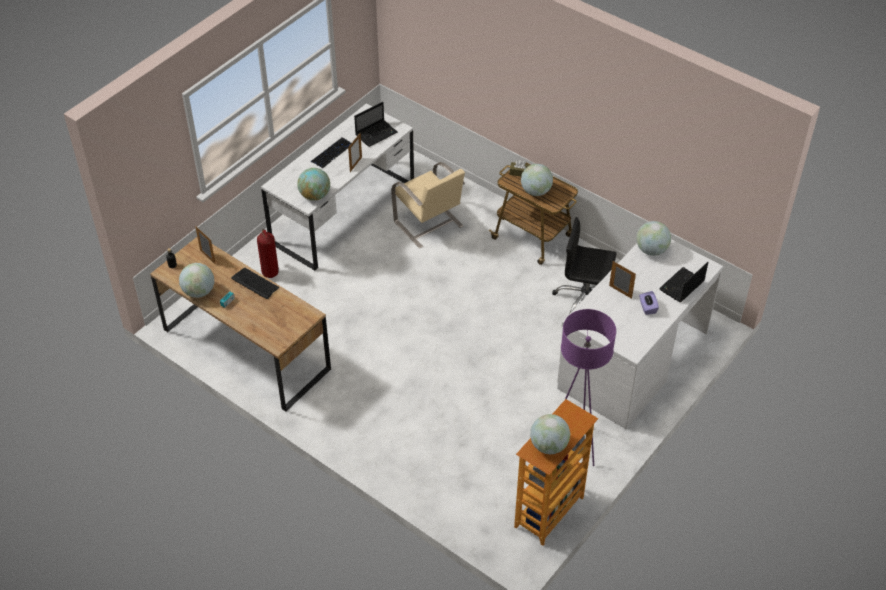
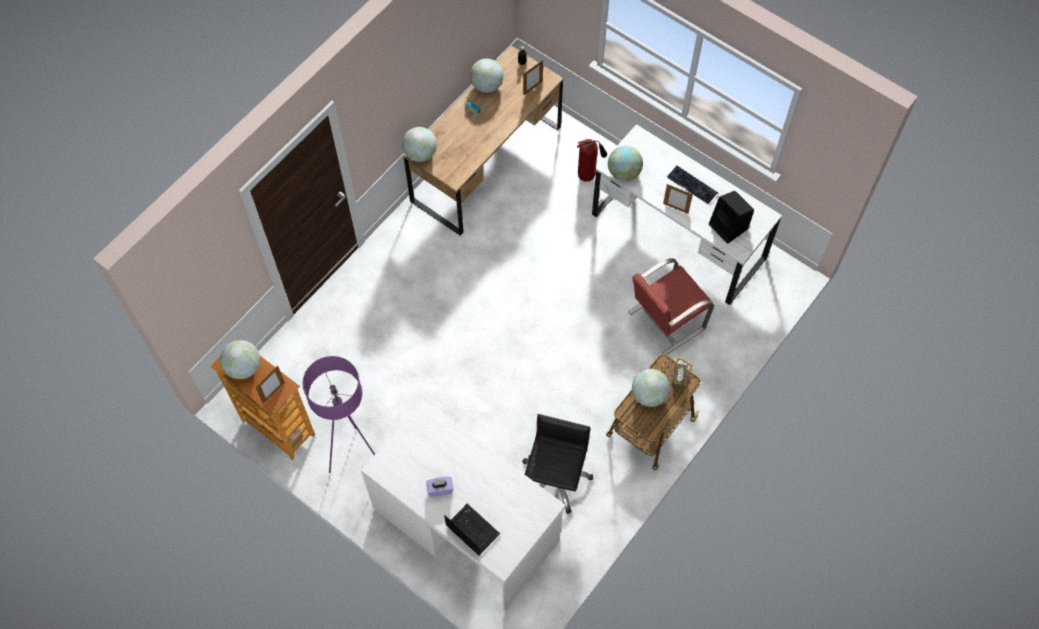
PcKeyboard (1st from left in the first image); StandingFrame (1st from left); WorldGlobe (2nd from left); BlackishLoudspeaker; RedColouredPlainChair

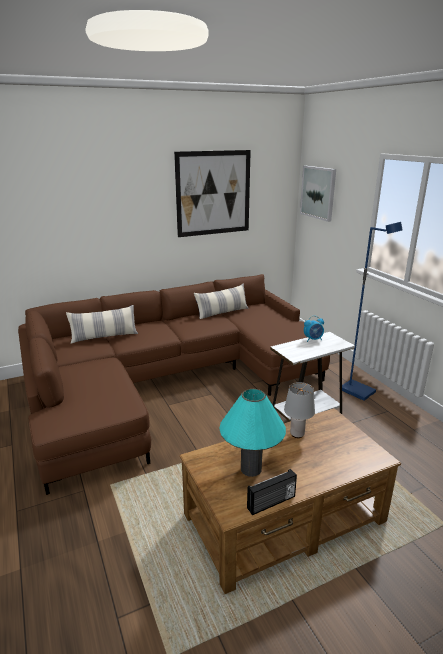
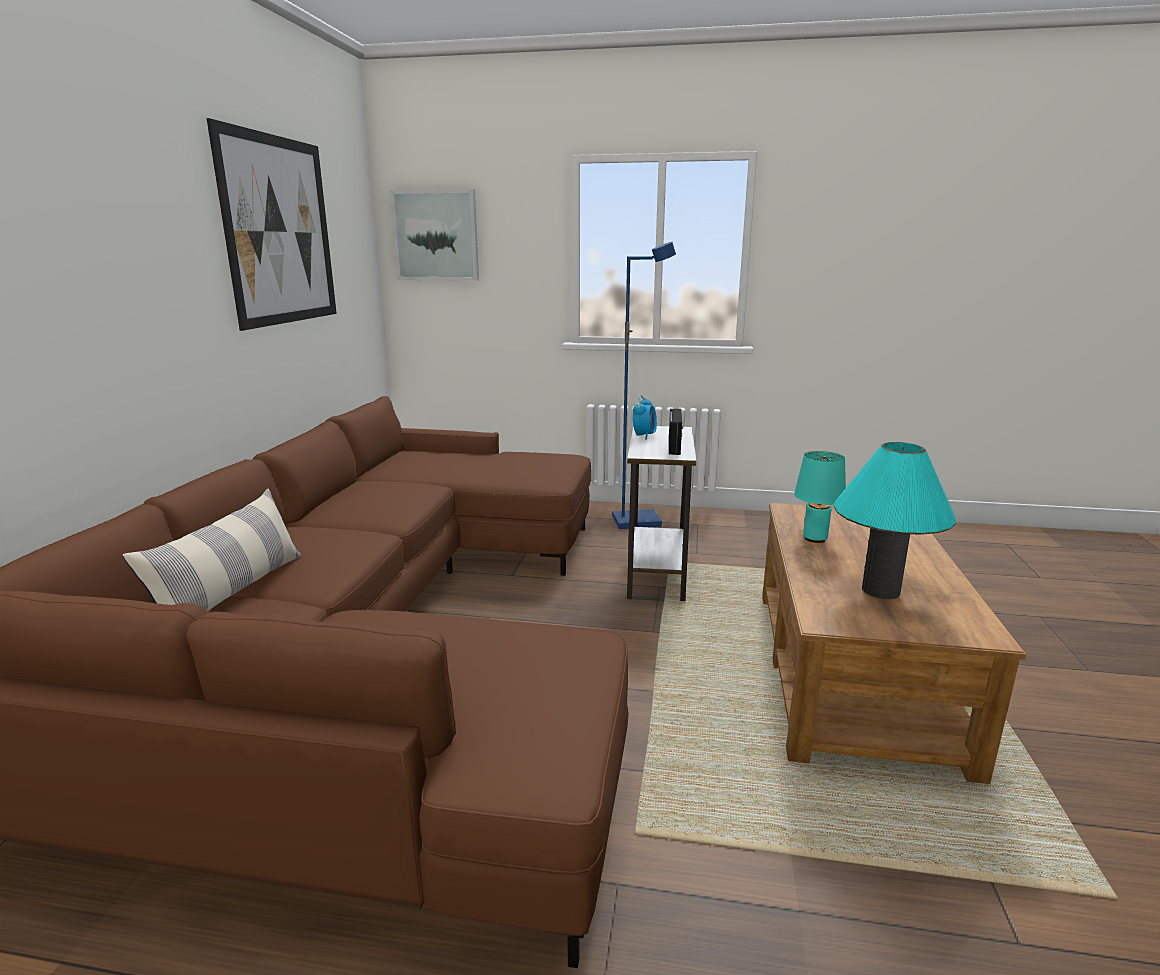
Pillow (2nd from left in the first image); RadioSet; TurquoiseTableLamp (1st from left)

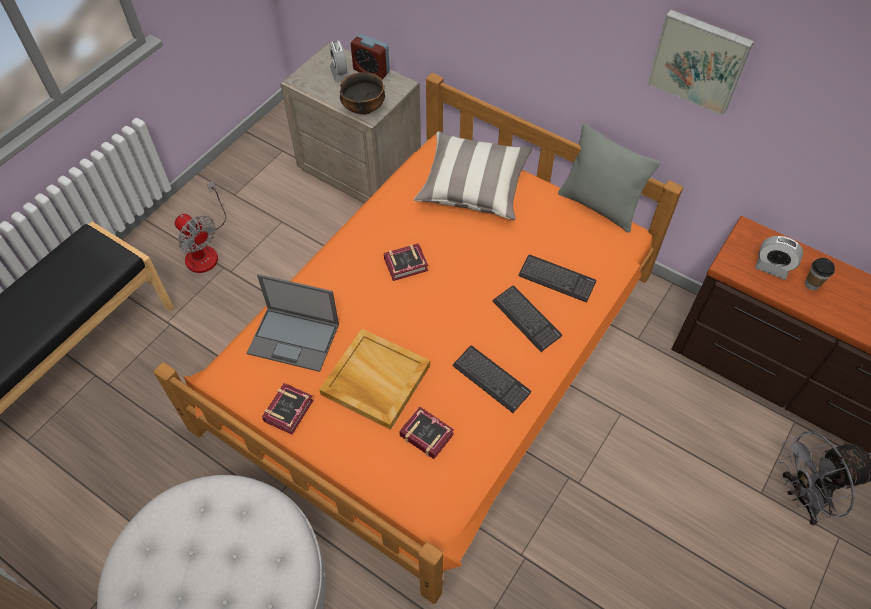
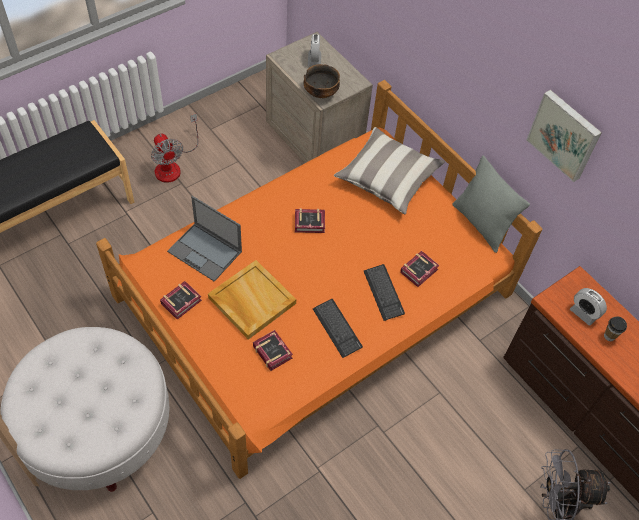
TableClock (2nd from left in the first image); Book (4th from left)

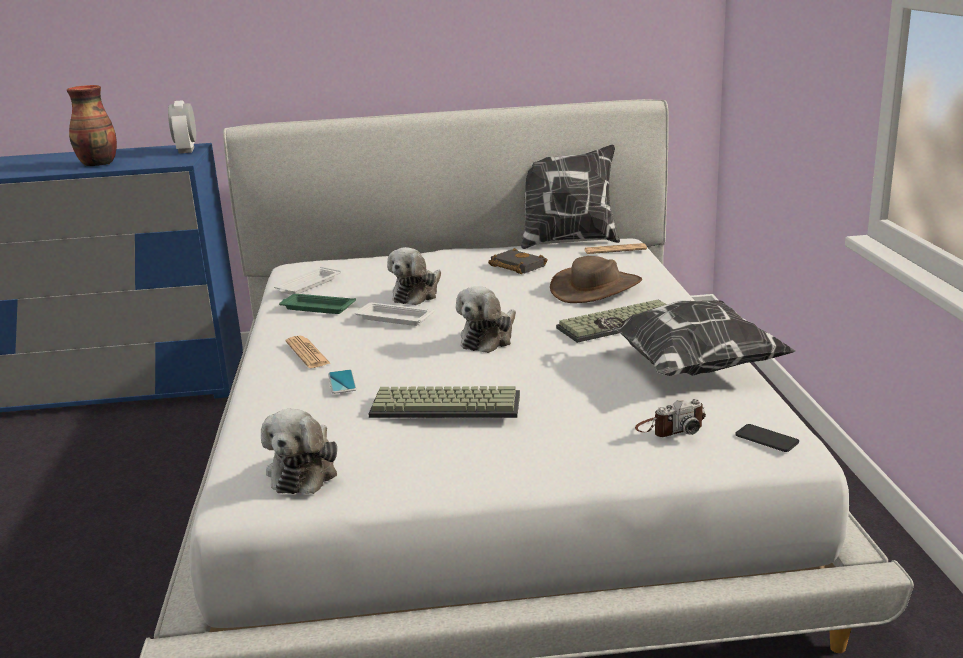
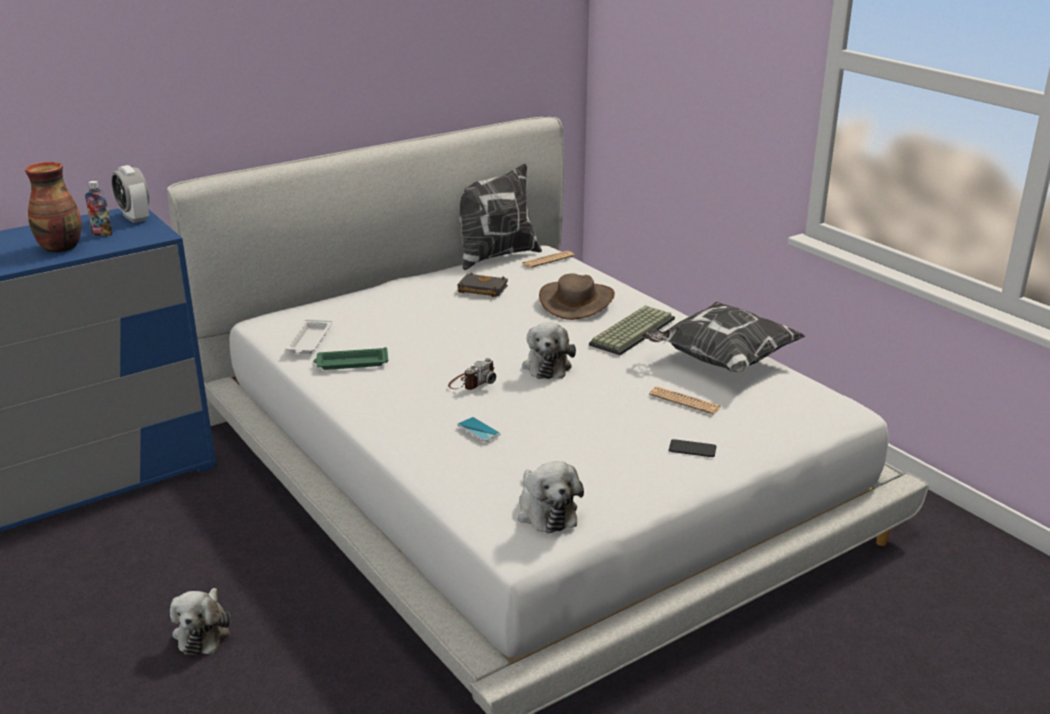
WhiteServingTray (2nd from left in the first image); PcKeyboard (1st from left in the first image); DrinkBottle; Newspaper (2nd from left); PlushToy (1st from left); StillCamera; Handset (2nd from left)

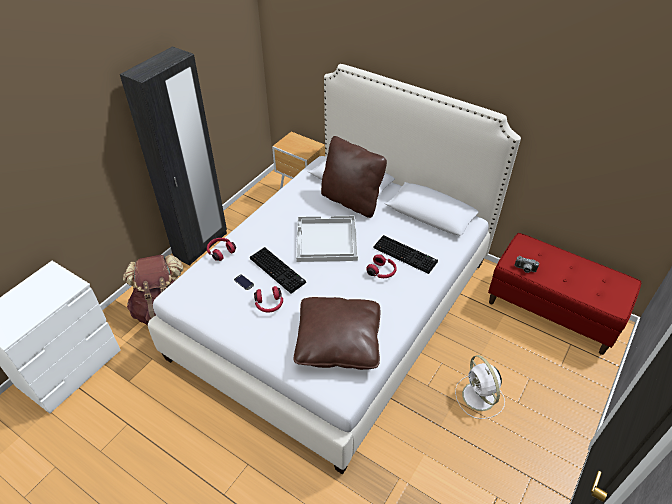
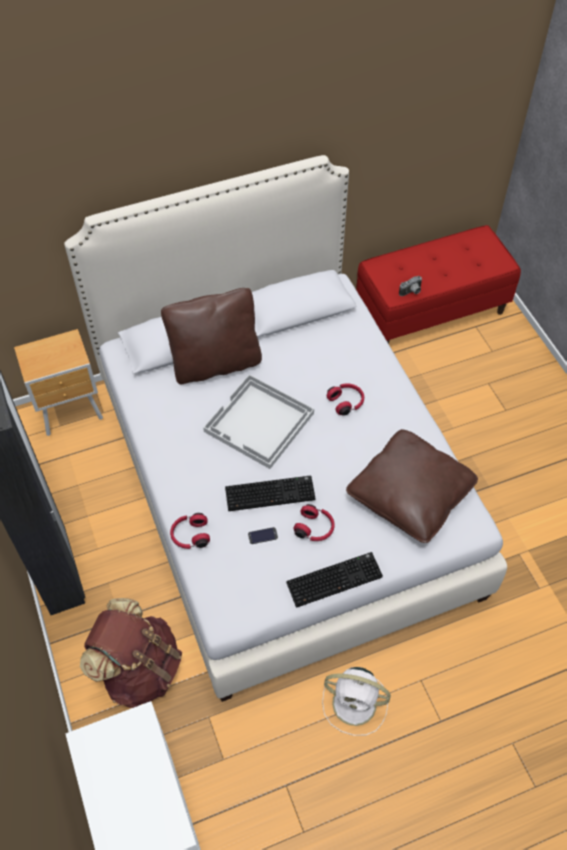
PcKeyboard (2nd from left); WhiteFan

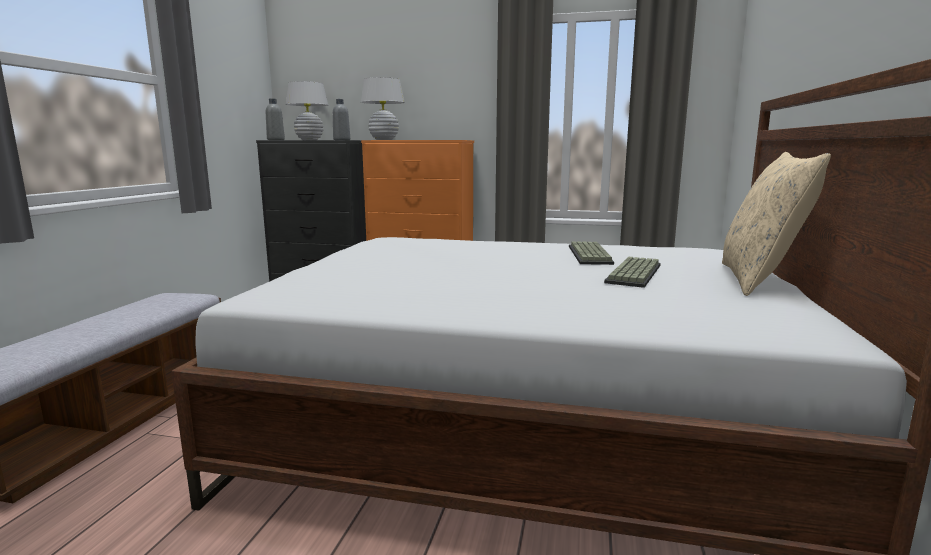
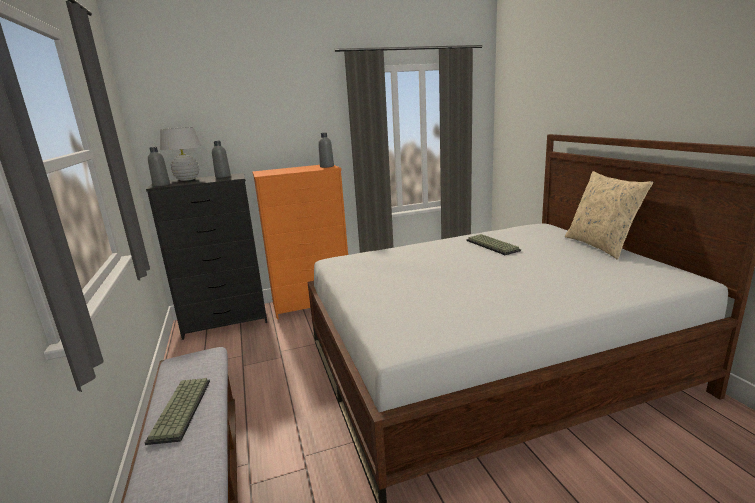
WhiteTableLamp (2nd from left in the first image); GreyDrinkBottle (3rd from left); PcKeyboard (1st from left)

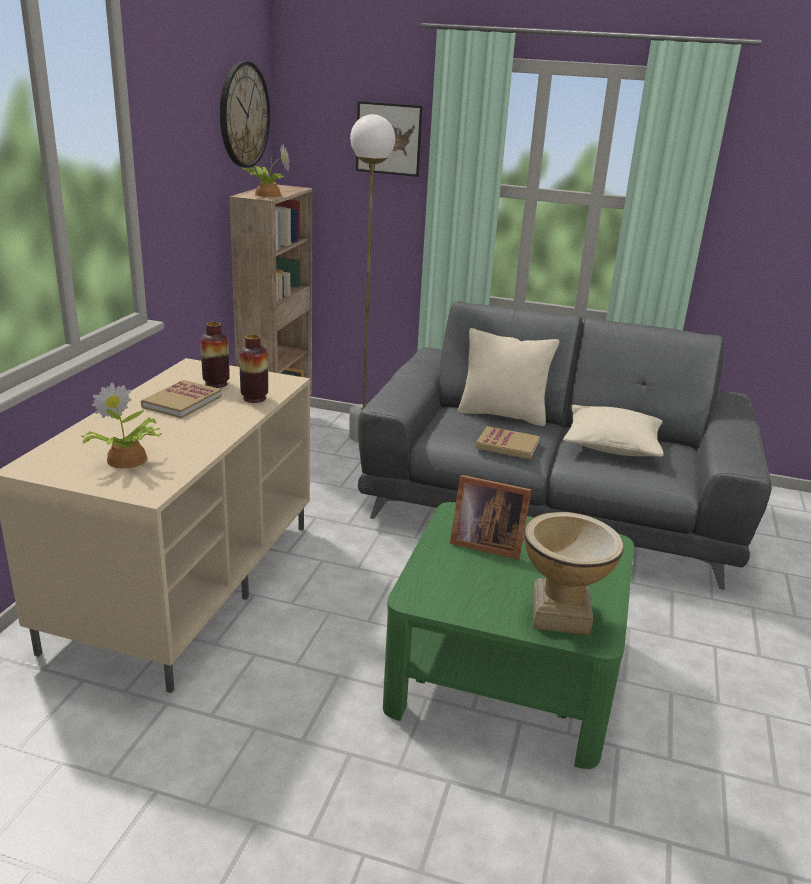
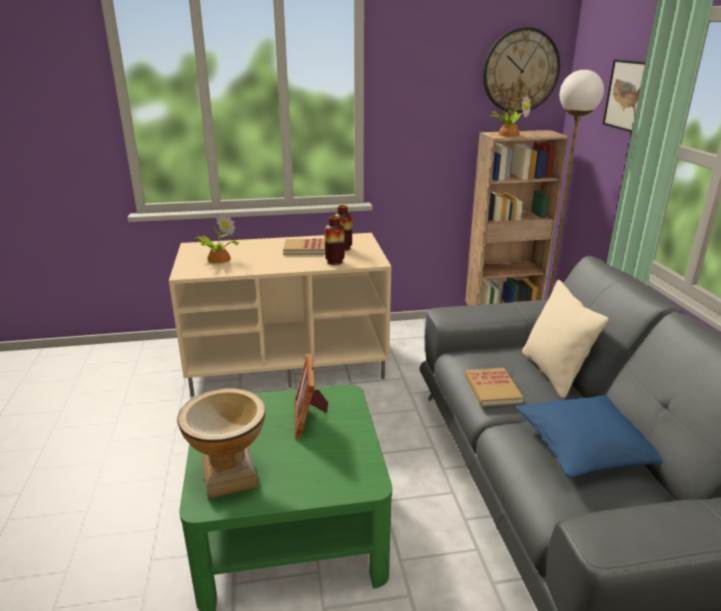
BlueColouredPillow

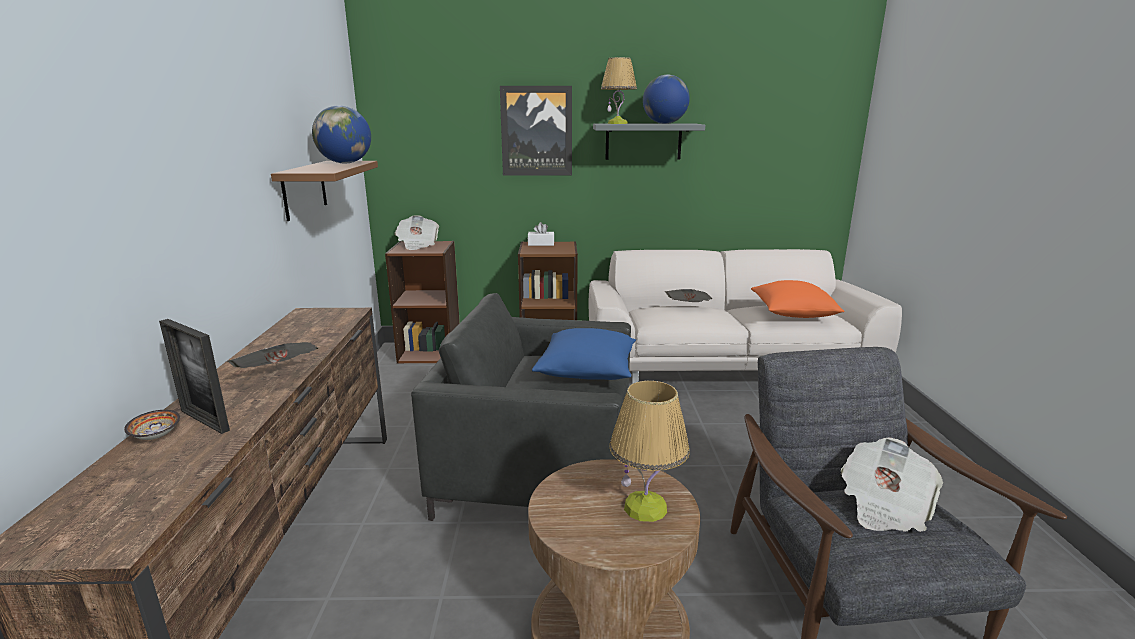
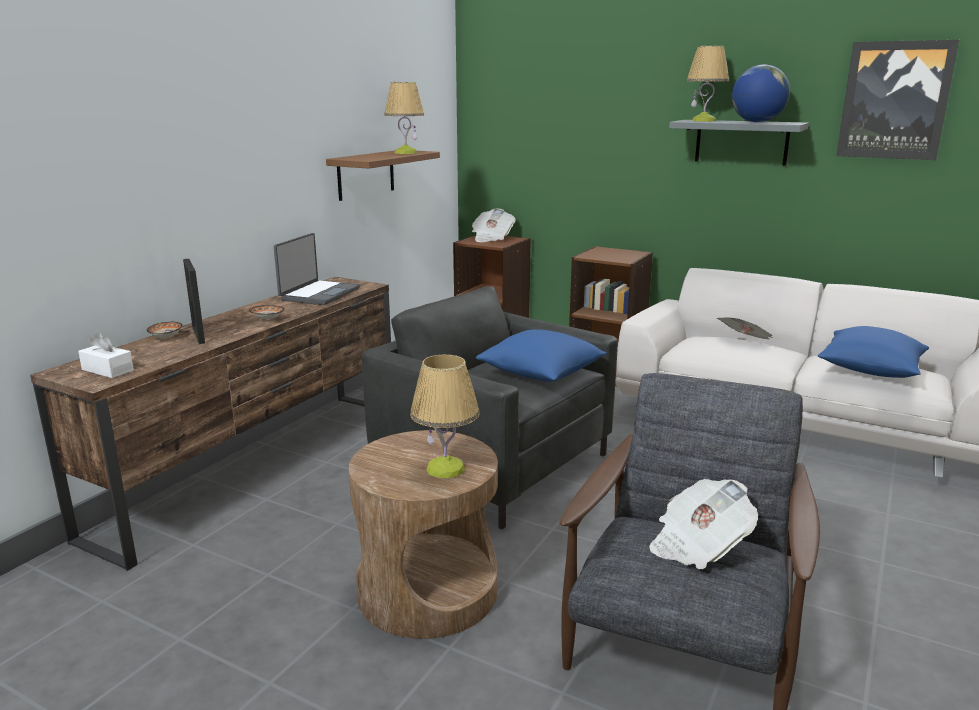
NotebookComputer; WallArt; WhiteTissueBox; Bowl (2nd from left); TableLamp (1st from left); BlueColouredPillow (2nd from left)

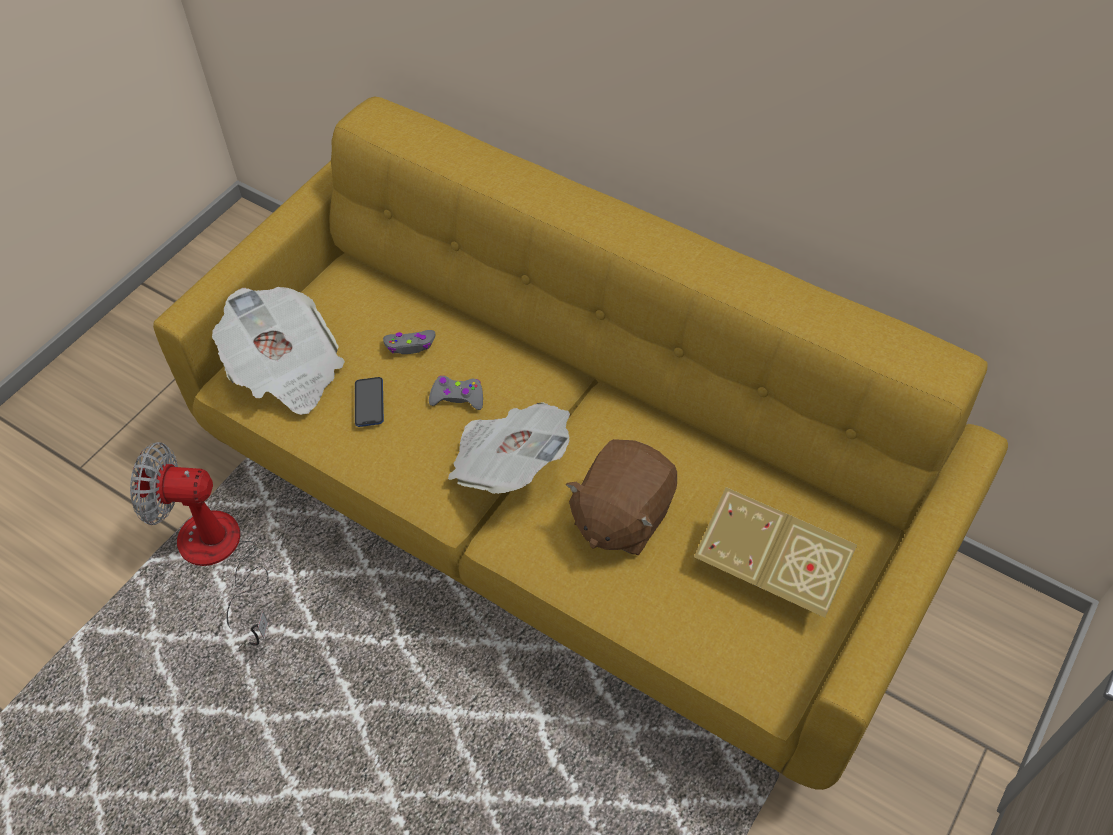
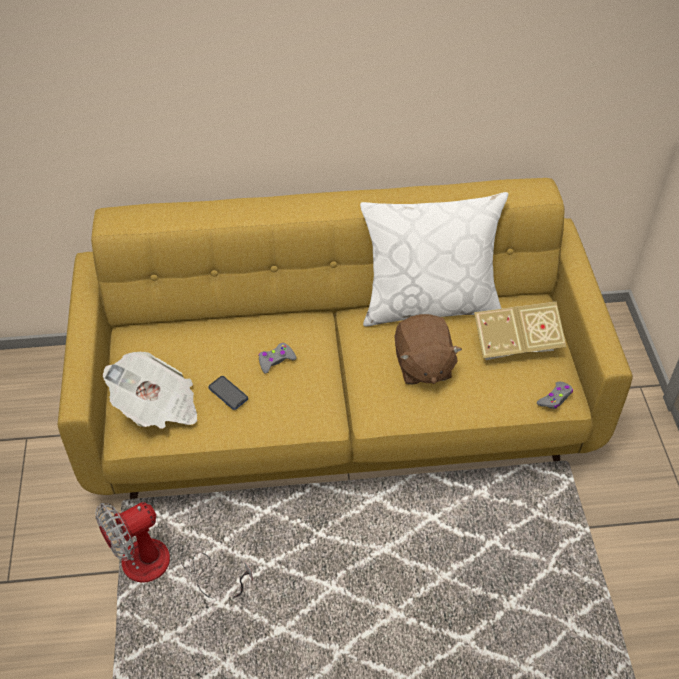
Newspaper (2nd from left in the first image); WhitePillow; GreyJoypad (2nd from left)

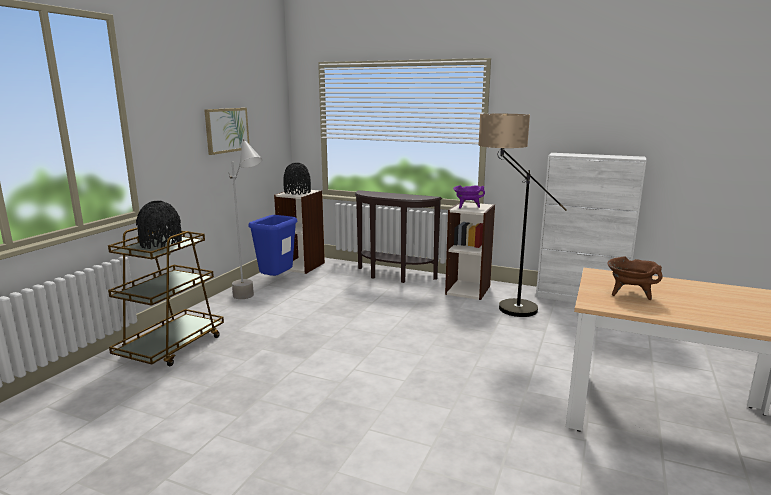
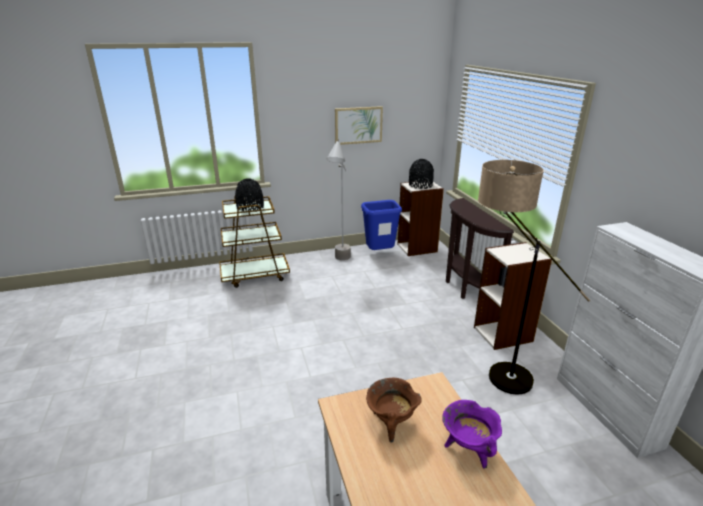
PurpleCookingPot

